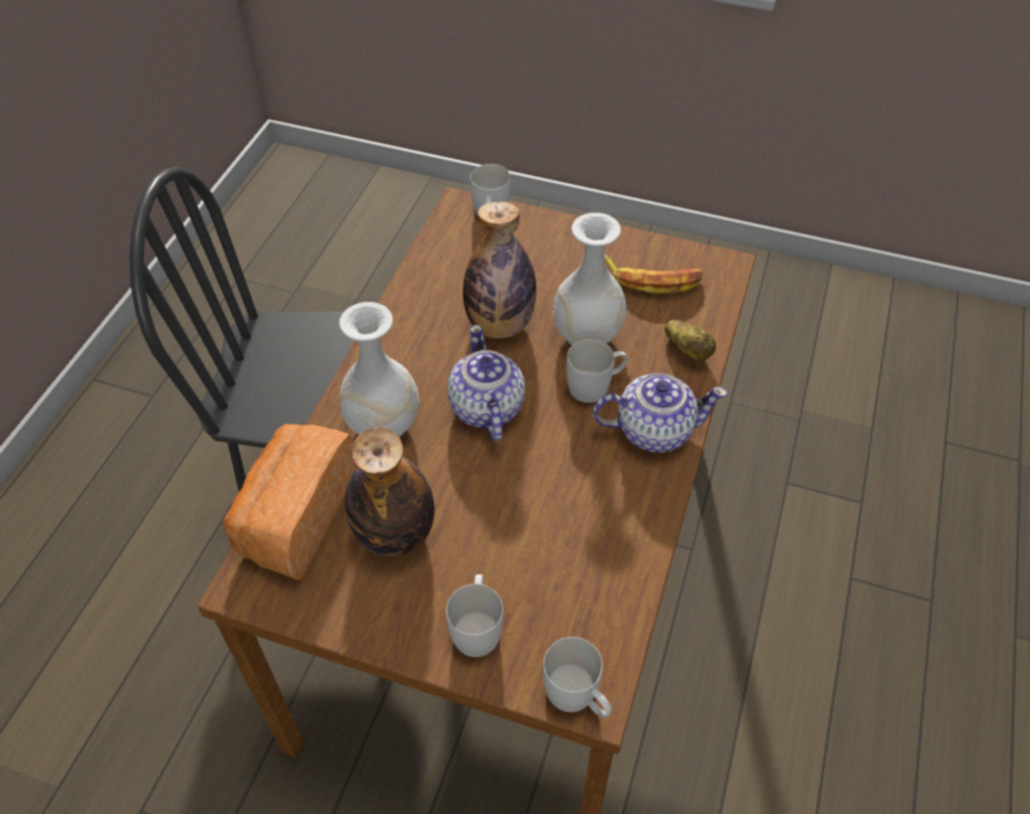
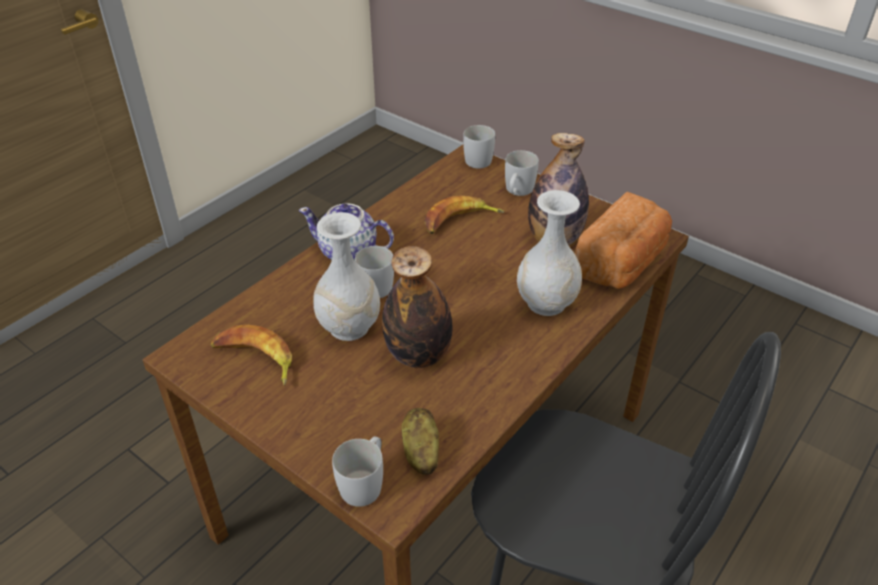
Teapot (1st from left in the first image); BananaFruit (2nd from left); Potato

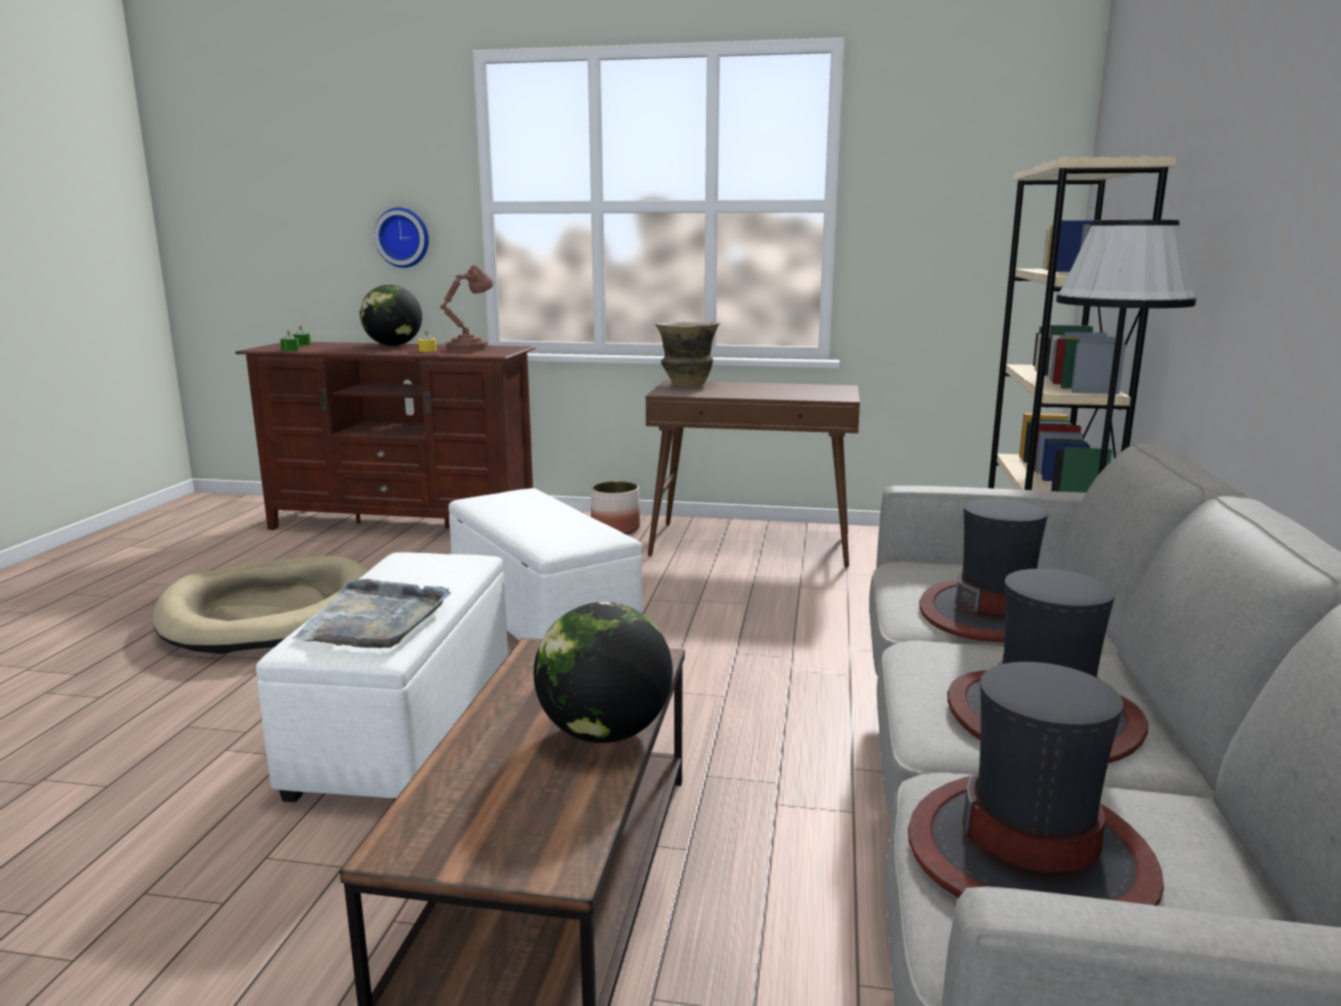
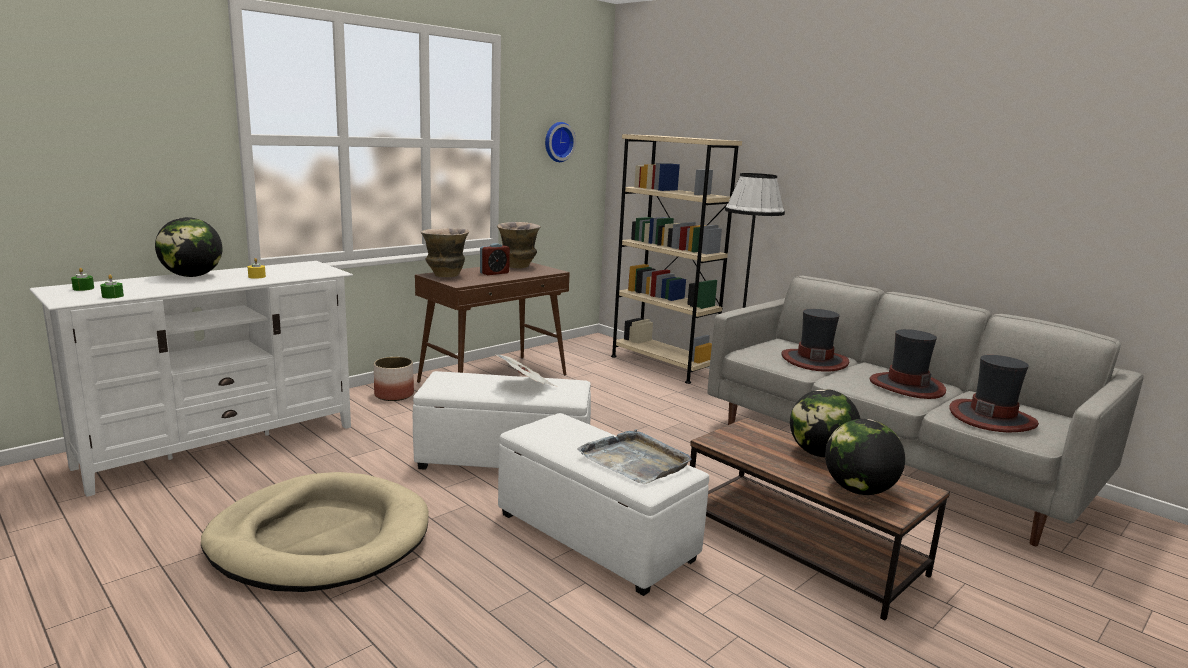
BrownColouredTableLamp; TableClock; Newspaper; Vase (2nd from left); WorldGlobe (3rd from left); ClockOnTheWall; WhiteTvStand

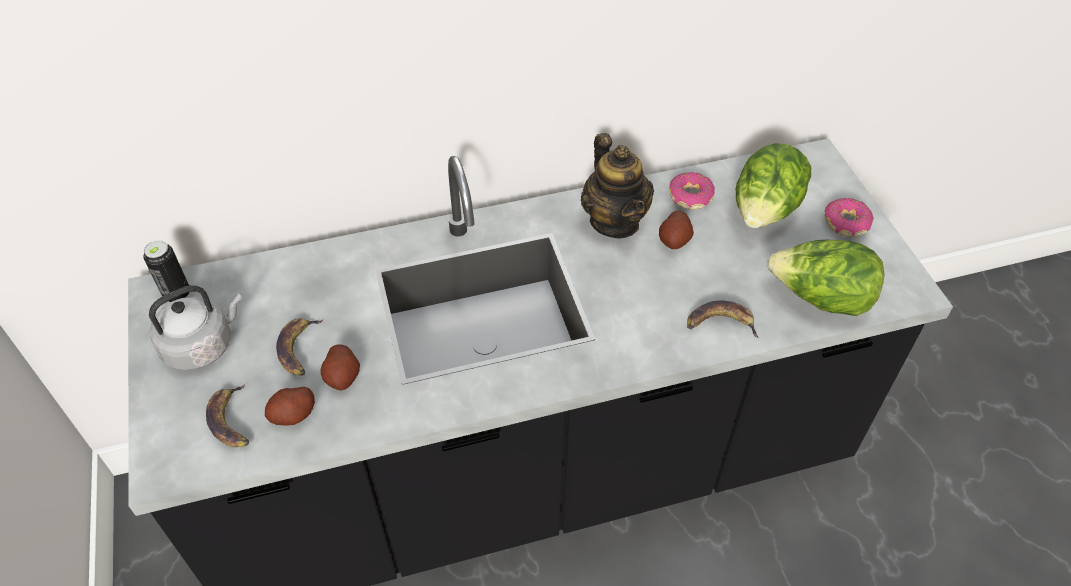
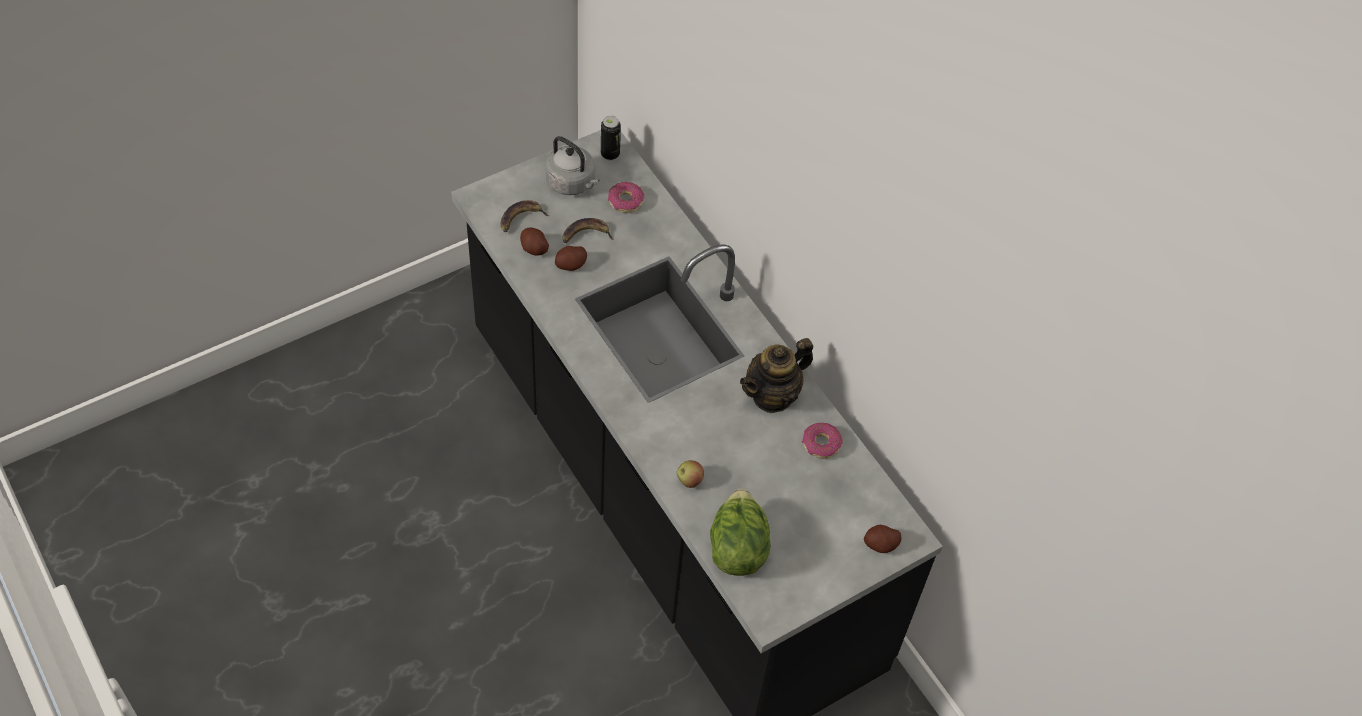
HeadOfLettuce (1st from left in the first image); Potato (3rd from left); Doughnut (1st from left); WholeApple

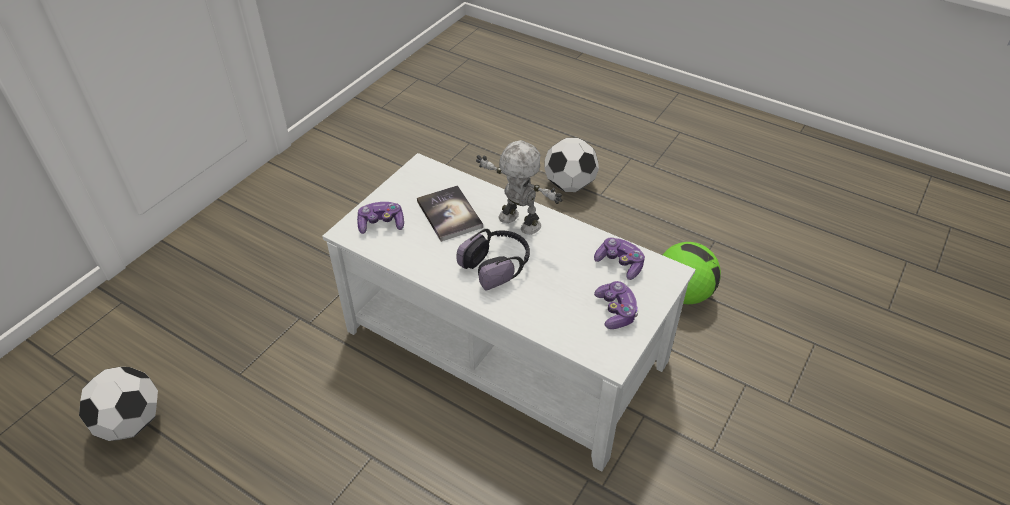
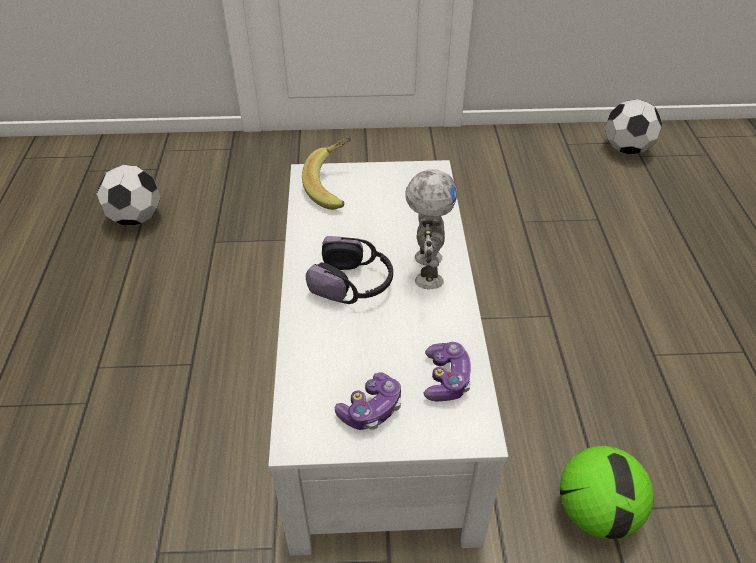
Book; FootballBall (3rd from left); BananaFruit

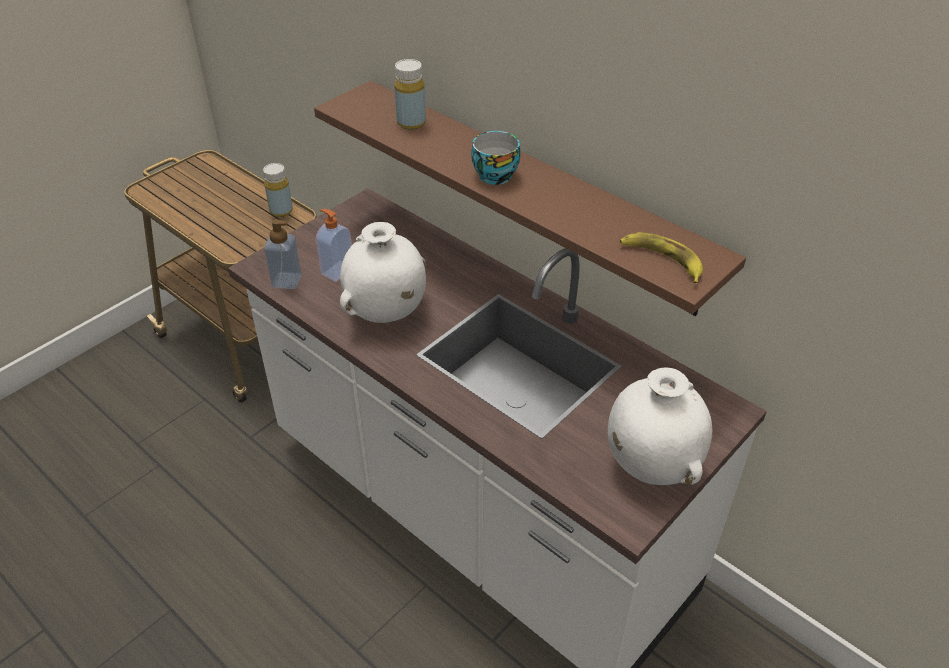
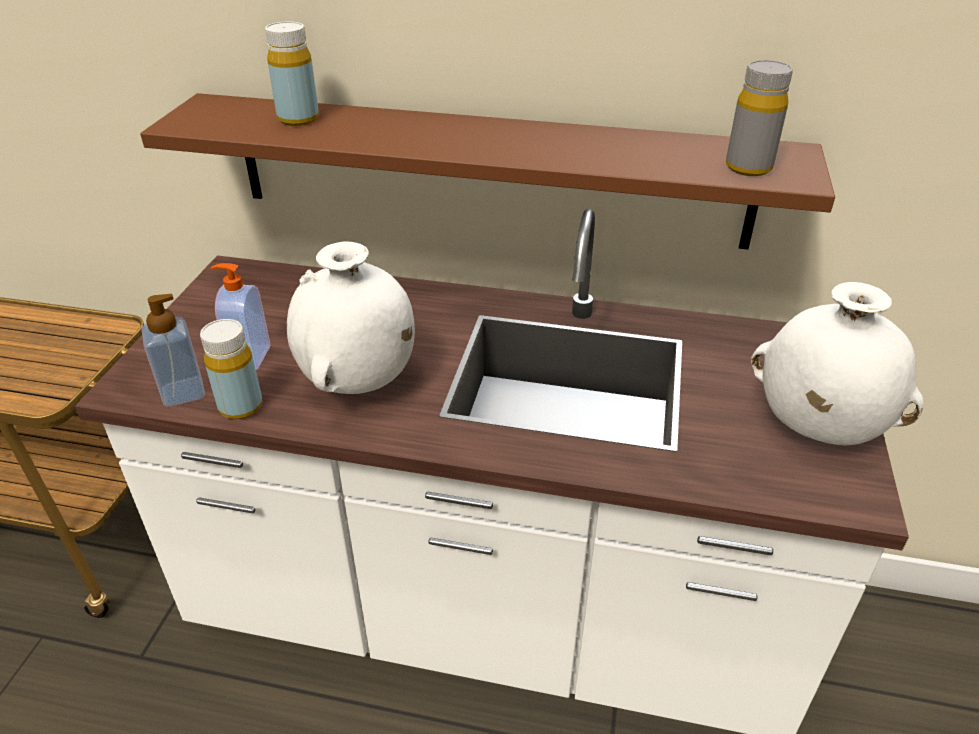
Cup; YellowColouredDrinkBottle (1st from left); GreyDrinkBottle

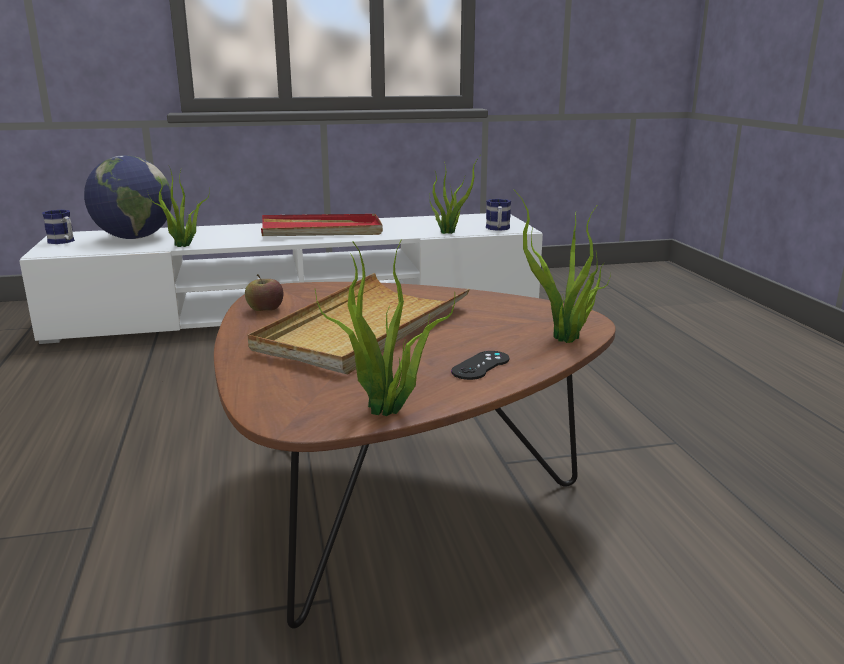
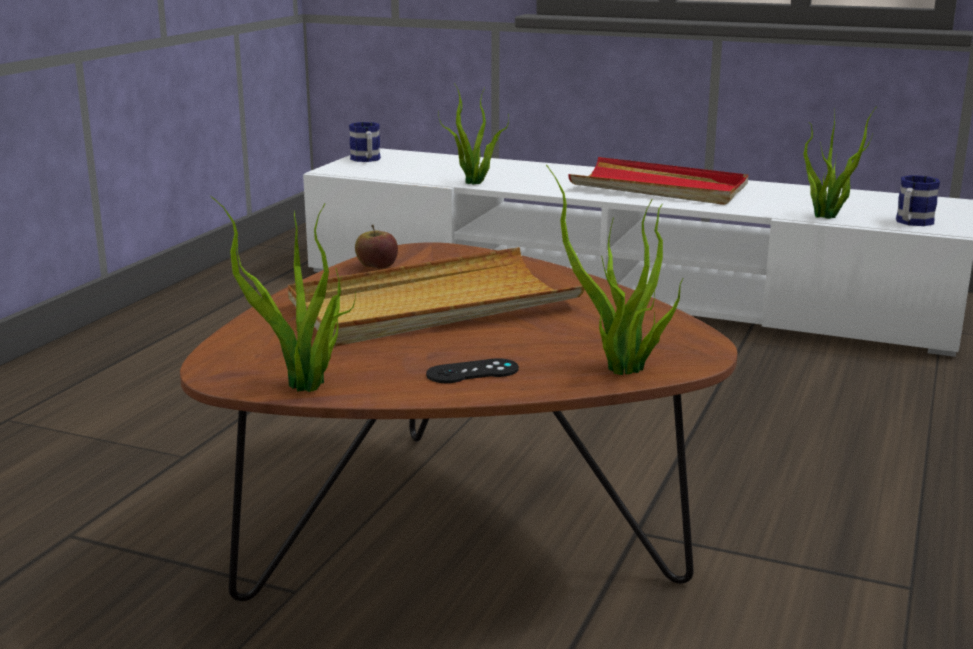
WorldGlobe

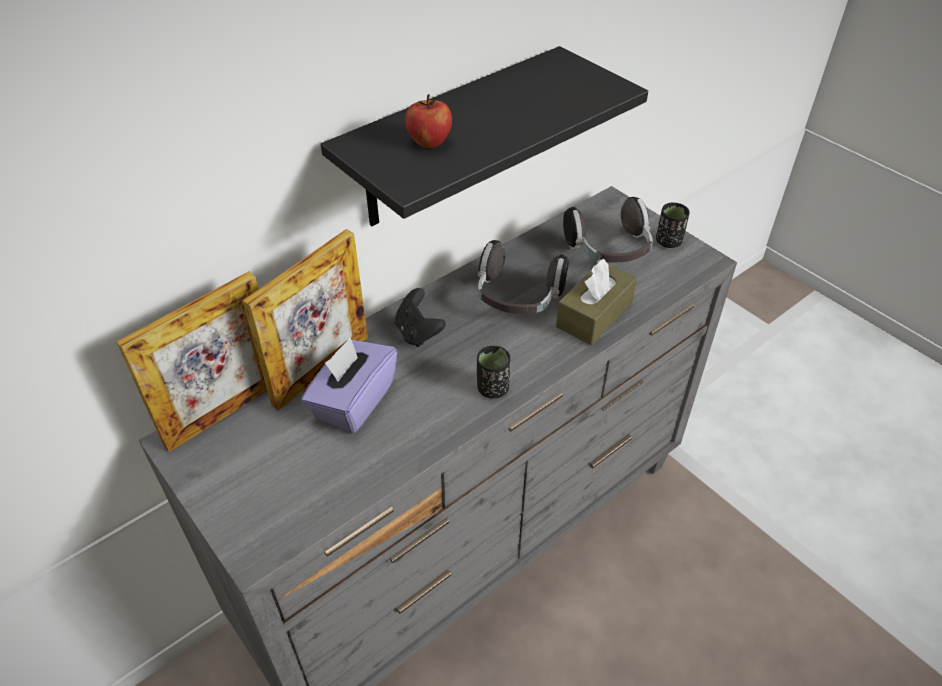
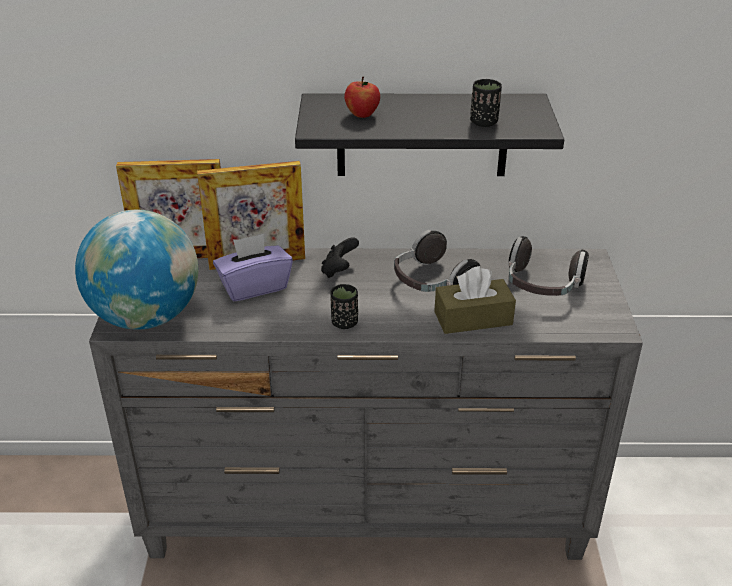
WorldGlobe; BlackishCup (2nd from left)

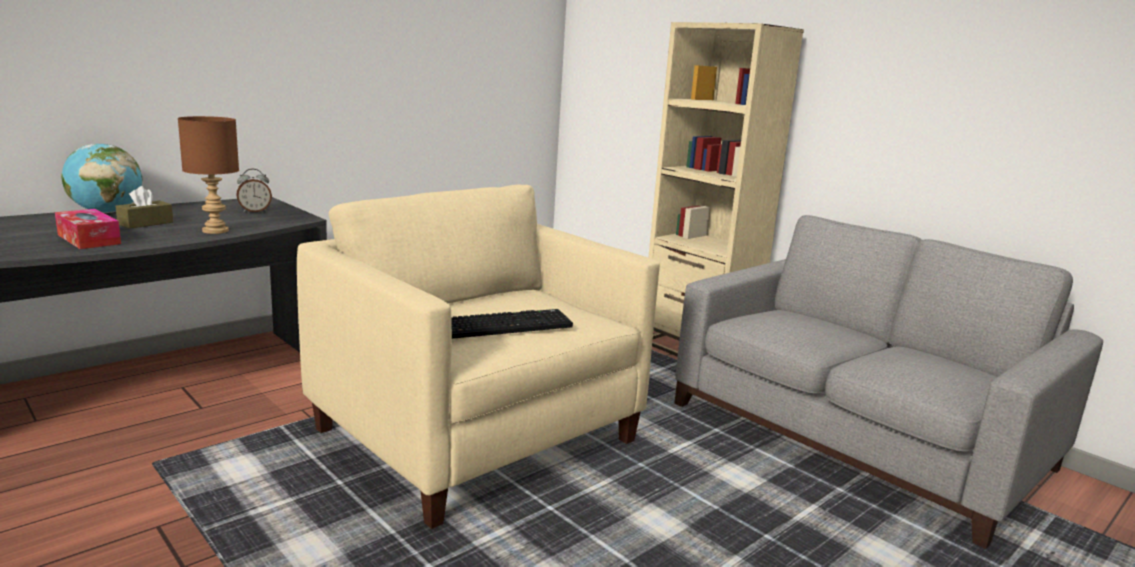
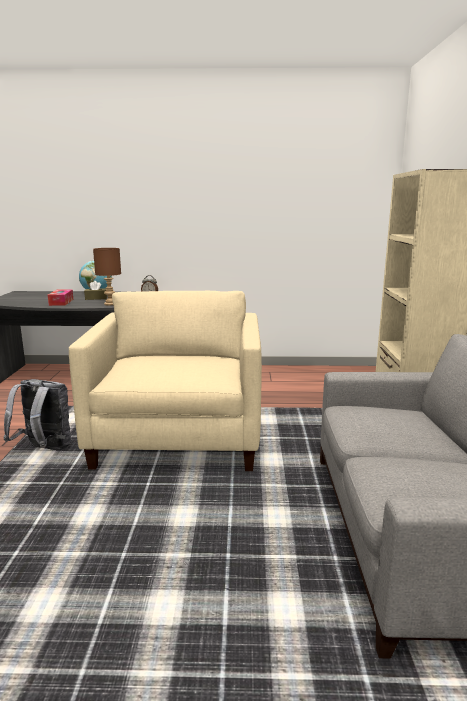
PcKeyboard; GreyBackpack

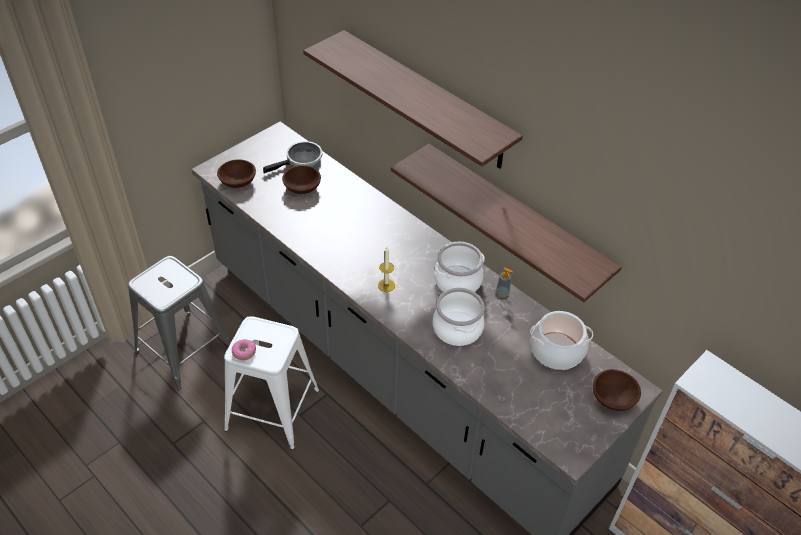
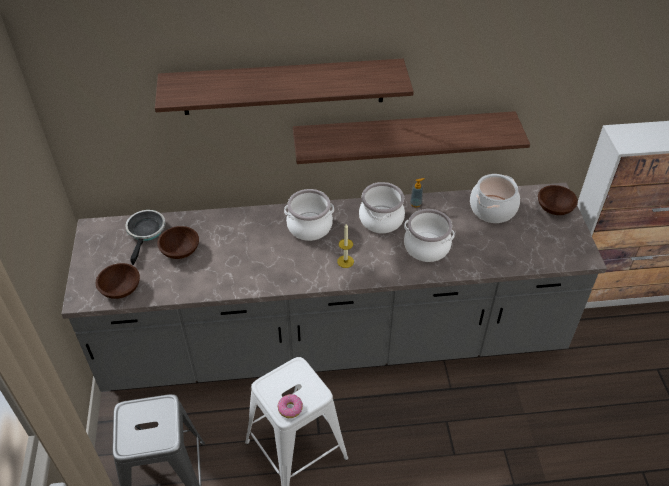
CookingPot (1st from left)

